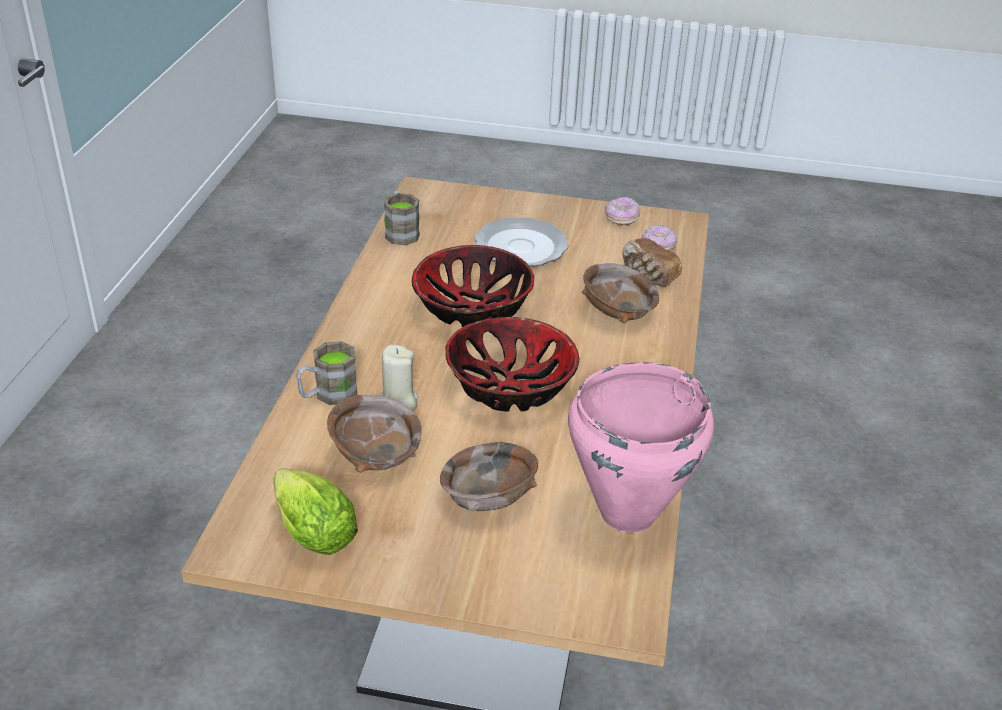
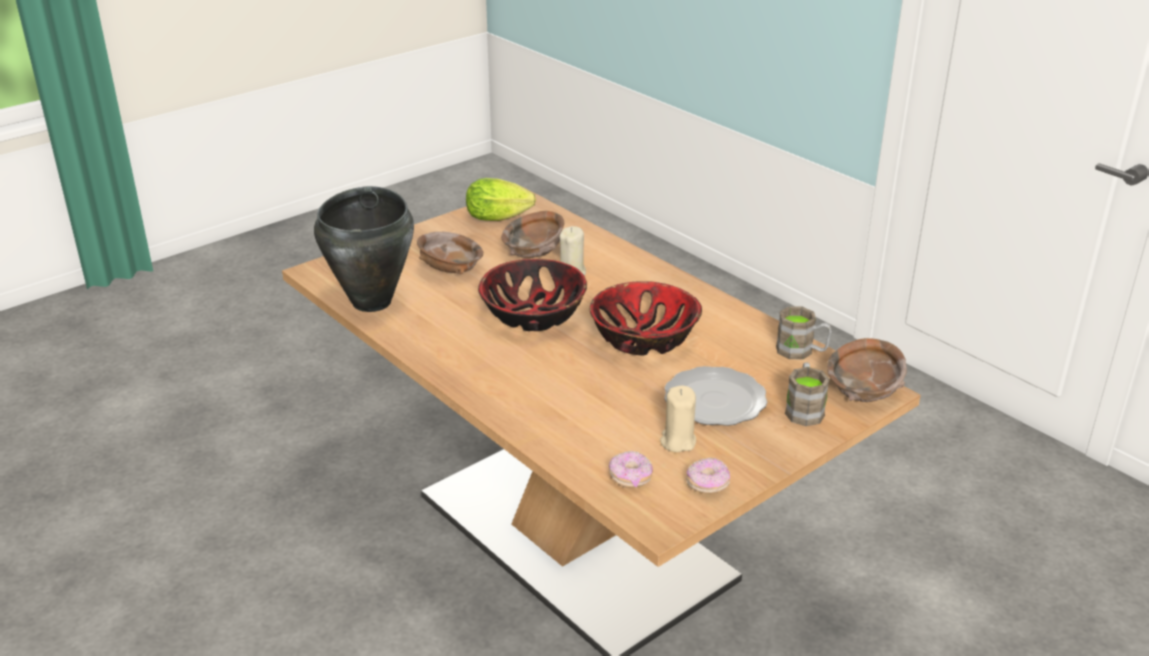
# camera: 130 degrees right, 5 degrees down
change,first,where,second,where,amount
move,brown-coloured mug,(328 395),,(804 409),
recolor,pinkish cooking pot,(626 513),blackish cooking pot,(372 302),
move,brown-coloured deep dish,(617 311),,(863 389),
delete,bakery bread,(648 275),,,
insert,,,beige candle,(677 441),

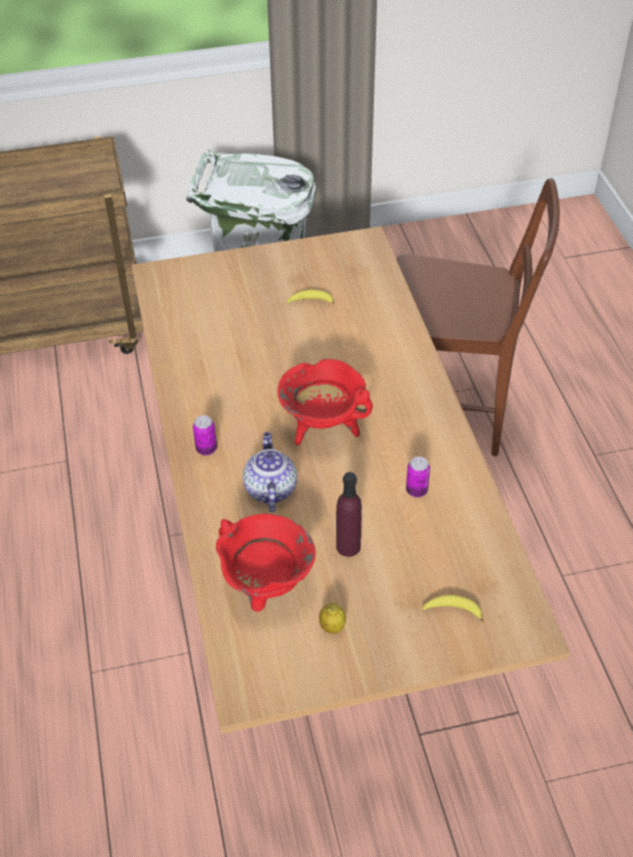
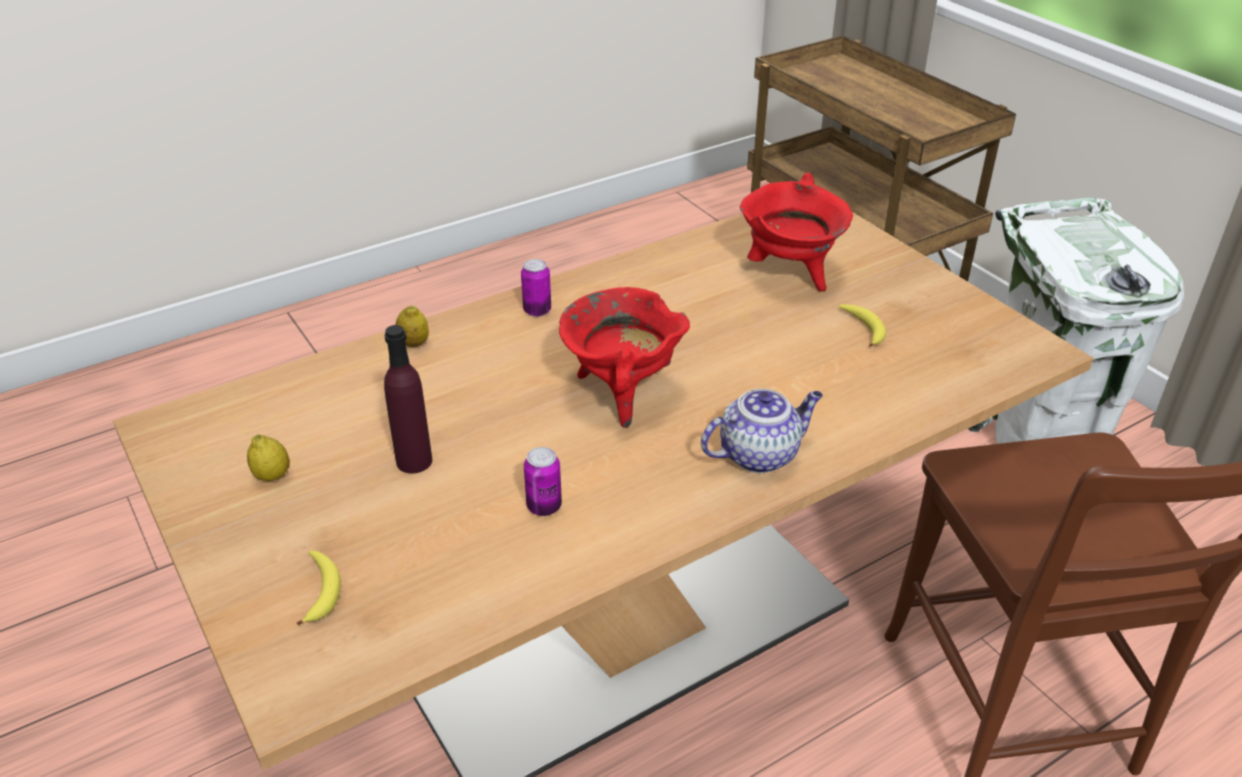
# camera: 70 degrees right, 10 degrees down
change,first,where,second,where,amount
move,red cooking pot,(266 588),,(791 273),
move,tea pot,(270 489),,(759 454),
insert,,,citrus fruit,(413 344),

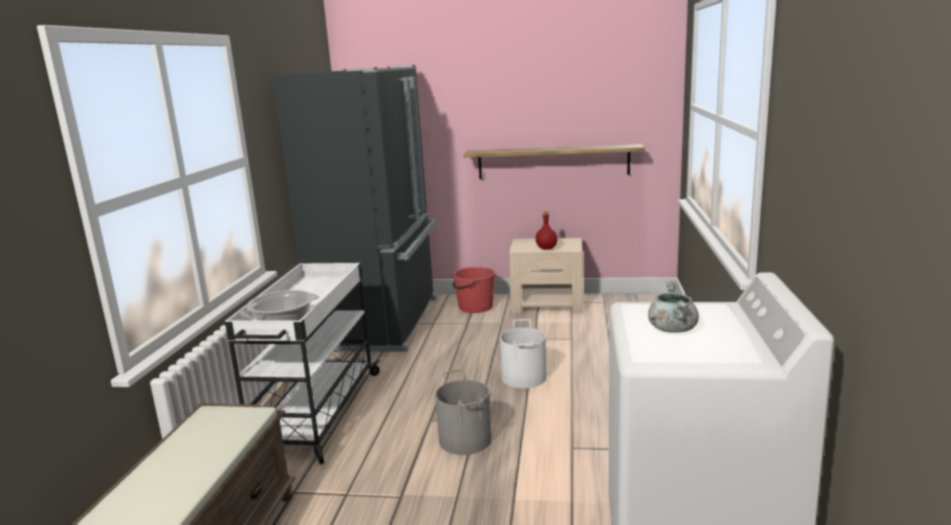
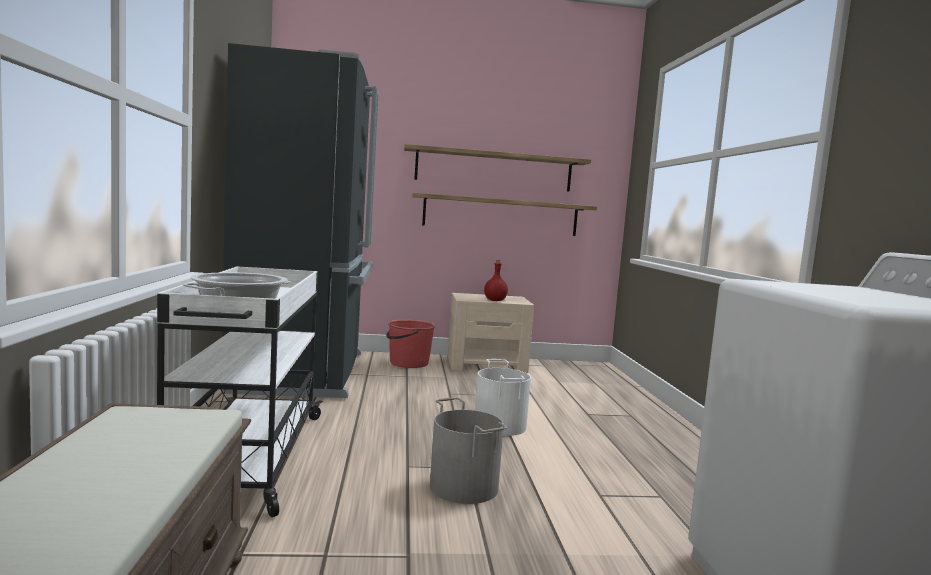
# camera: 15 degrees left, 10 degrees down
change,first,where,second,where,amount
delete,gray cooking pot,(672 329),,,
insert,,,bracket shelf,(494 170),

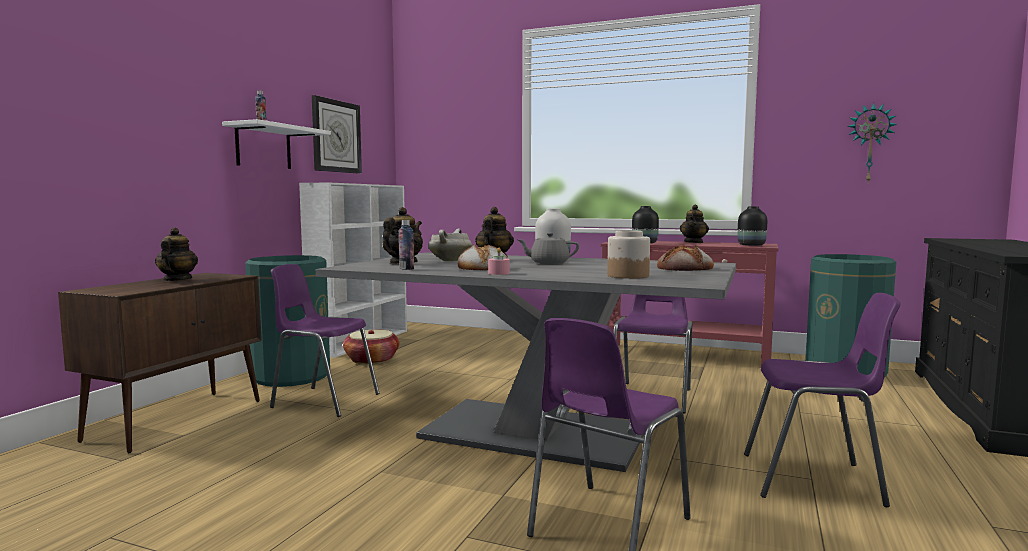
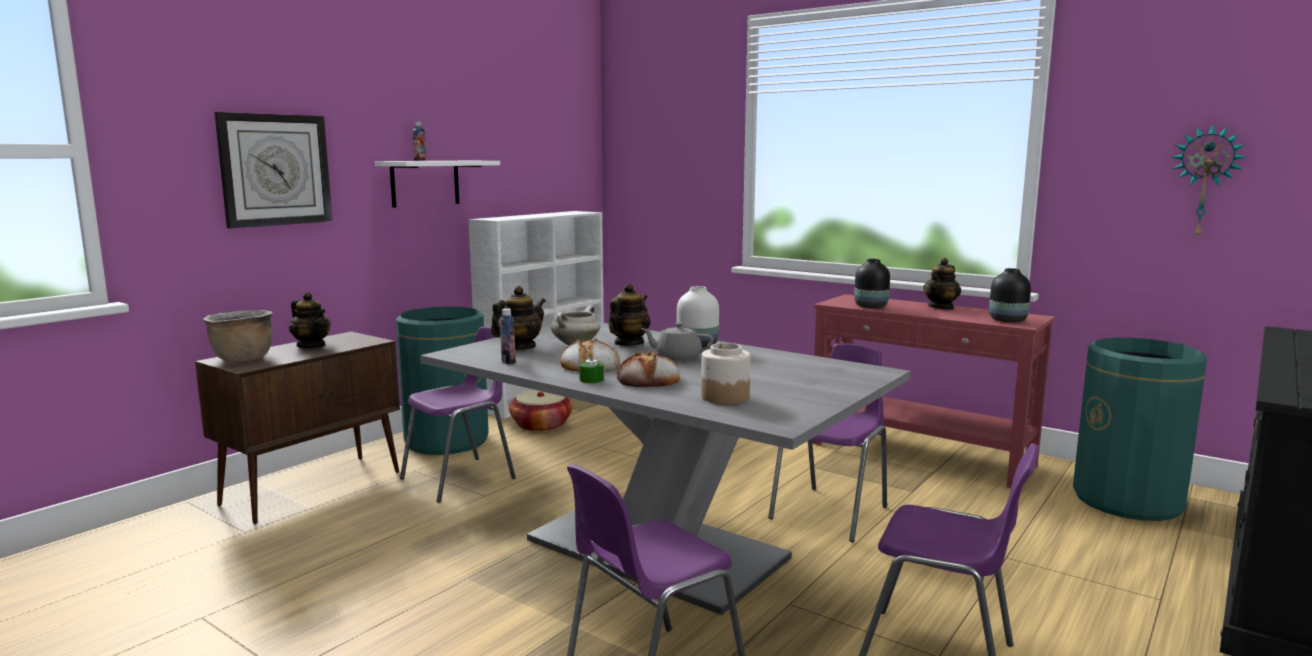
# camera: 15 degrees right, 5 degrees up
change,first,where,second,where,amount
rotate,tea pot,(177 280),,(312 346),120 degrees clockwise
rotate,purple-coloured upright chair,(323 401),,(461 478),105 degrees clockwise
move,wall clock,(336 136),,(275 170),
recolor,pinkish candle,(499 273),greenish candle,(591 379),
move,bakery bread,(685 268),,(649 379),
insert,,,brown-coloured cooking pot,(242 359),

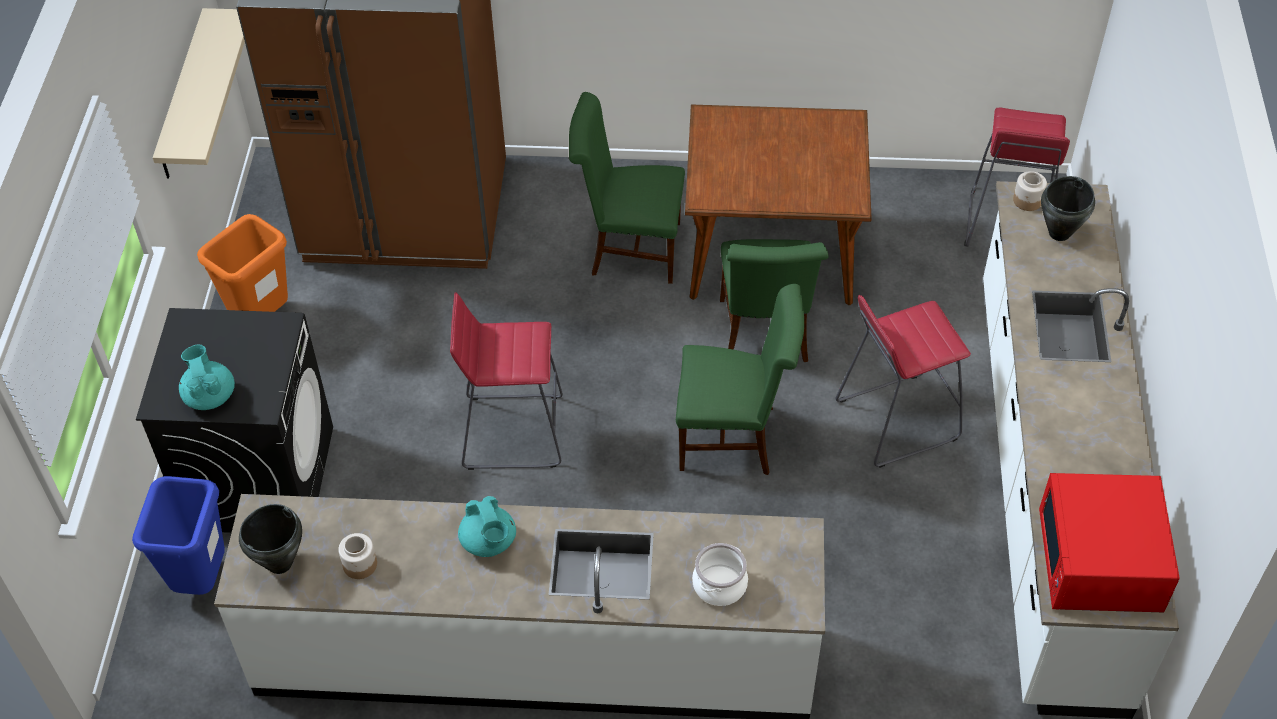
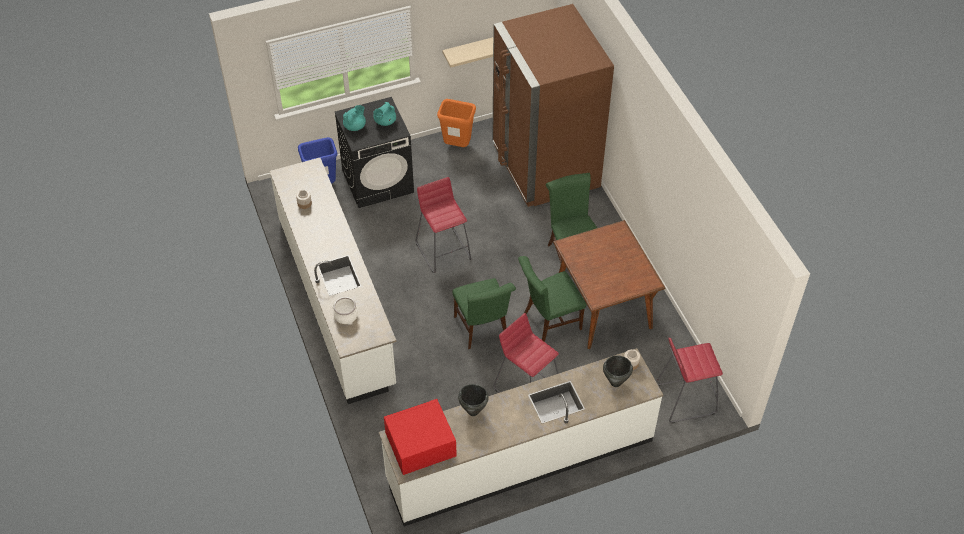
# camera: 65 degrees right, 0 degrees up
change,first,where,second,where,amount
move,blackish cooking pot,(279 563),,(473 411),
move,turquoise tea pot,(489 542),,(384 122),

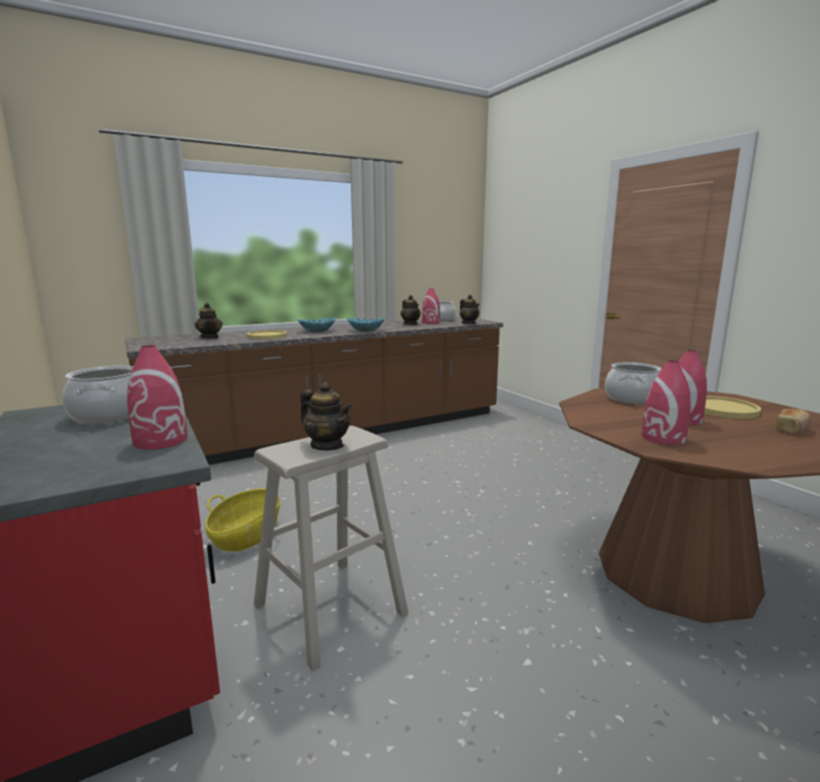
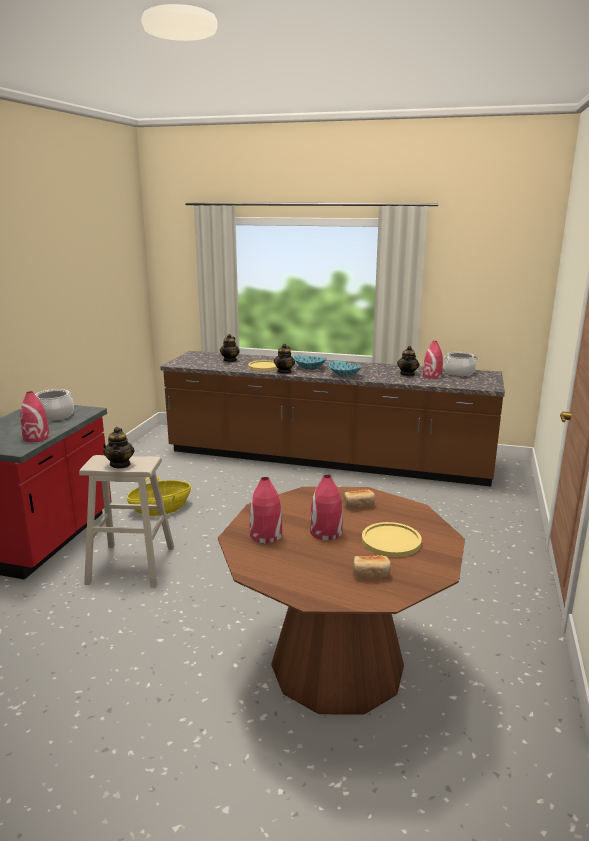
# camera: 45 degrees right, 5 degrees up
change,first,where,second,where,amount
move,tea pot,(469 323),,(284 372),
replace,cooking pot,(632 399),bakery bread,(359 505),

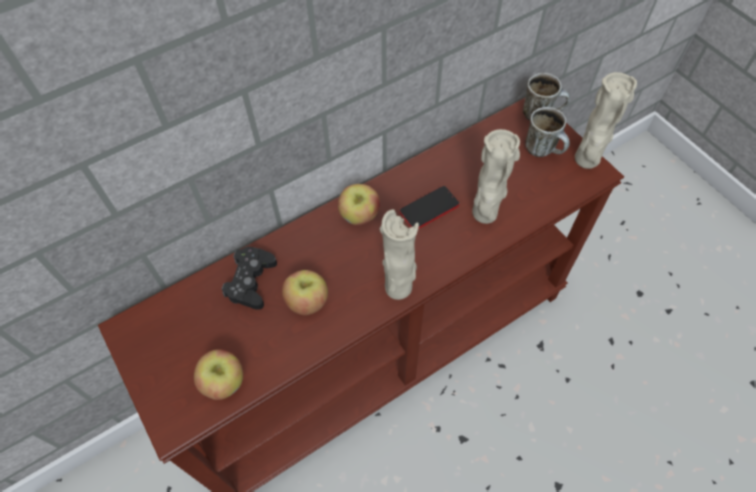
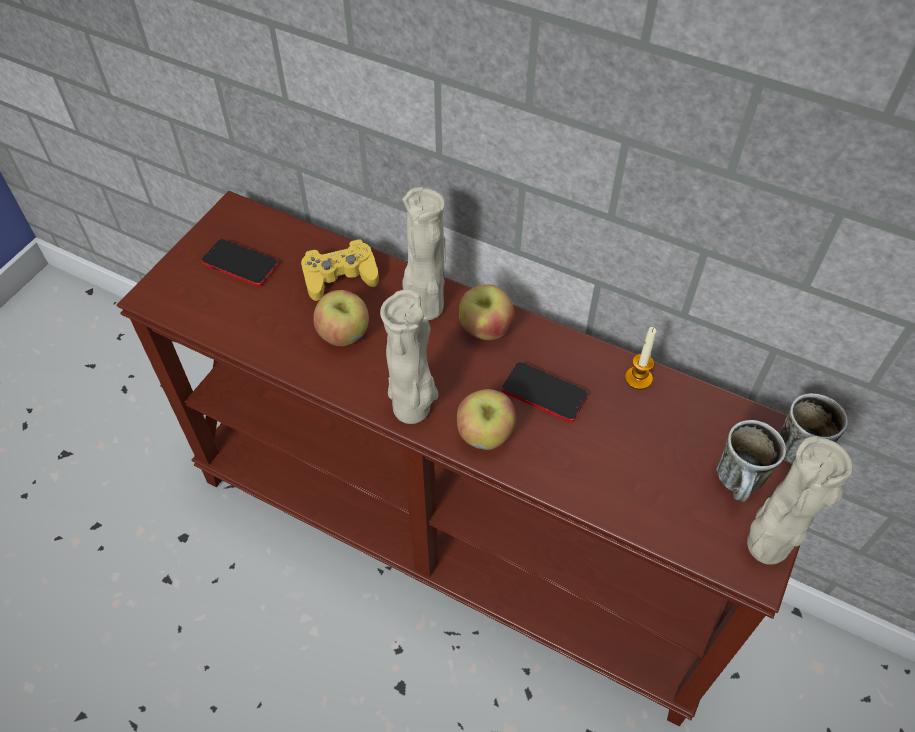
# camera: 60 degrees right, 5 degrees down
change,first,where,second,where,amount
move,whole apple,(224 382),,(485 435),
recolor,blackish gamepad,(251 281),yellow-coloured gamepad,(340 276),
move,beige decorative vase,(485 215),,(425 309),
insert,,,telephone,(240 264),
insert,,,candle,(638 378),

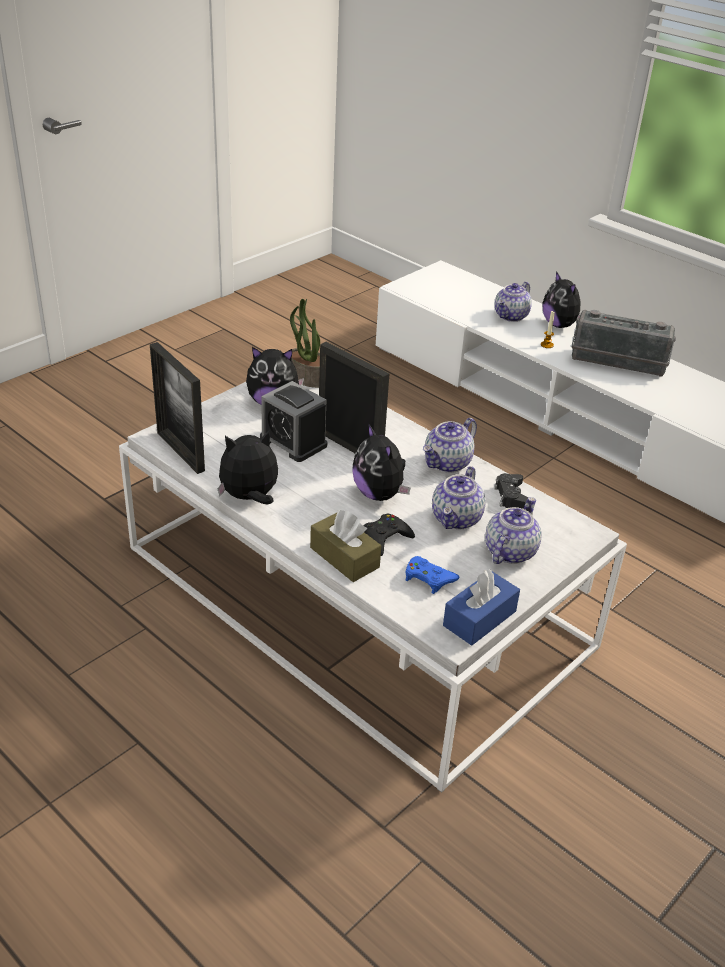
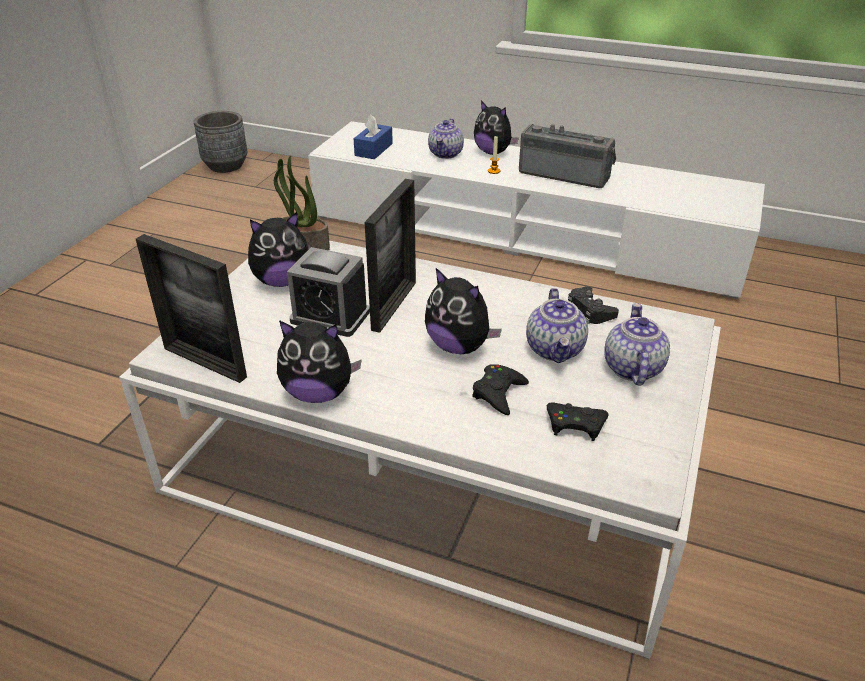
# camera: 20 degrees left, 0 degrees up
change,first,where,second,where,amount
rotate,plush toy,(249 498),,(318 393),135 degrees counterclockwise
delete,brown-coloured tissue holder,(344 557),,,
rotate,standing frame,(349 447),,(394 305),90 degrees clockwise
recolor,blue gamepad,(429 578),blackish gamepad,(575 424),
delete,tea pot,(447 463),,,
move,blue tissue holder,(479 618),,(373 149),
rotate,radio,(617 365),,(565 174),150 degrees counterclockwise
insert,,,gray plant pot,(226 166),

